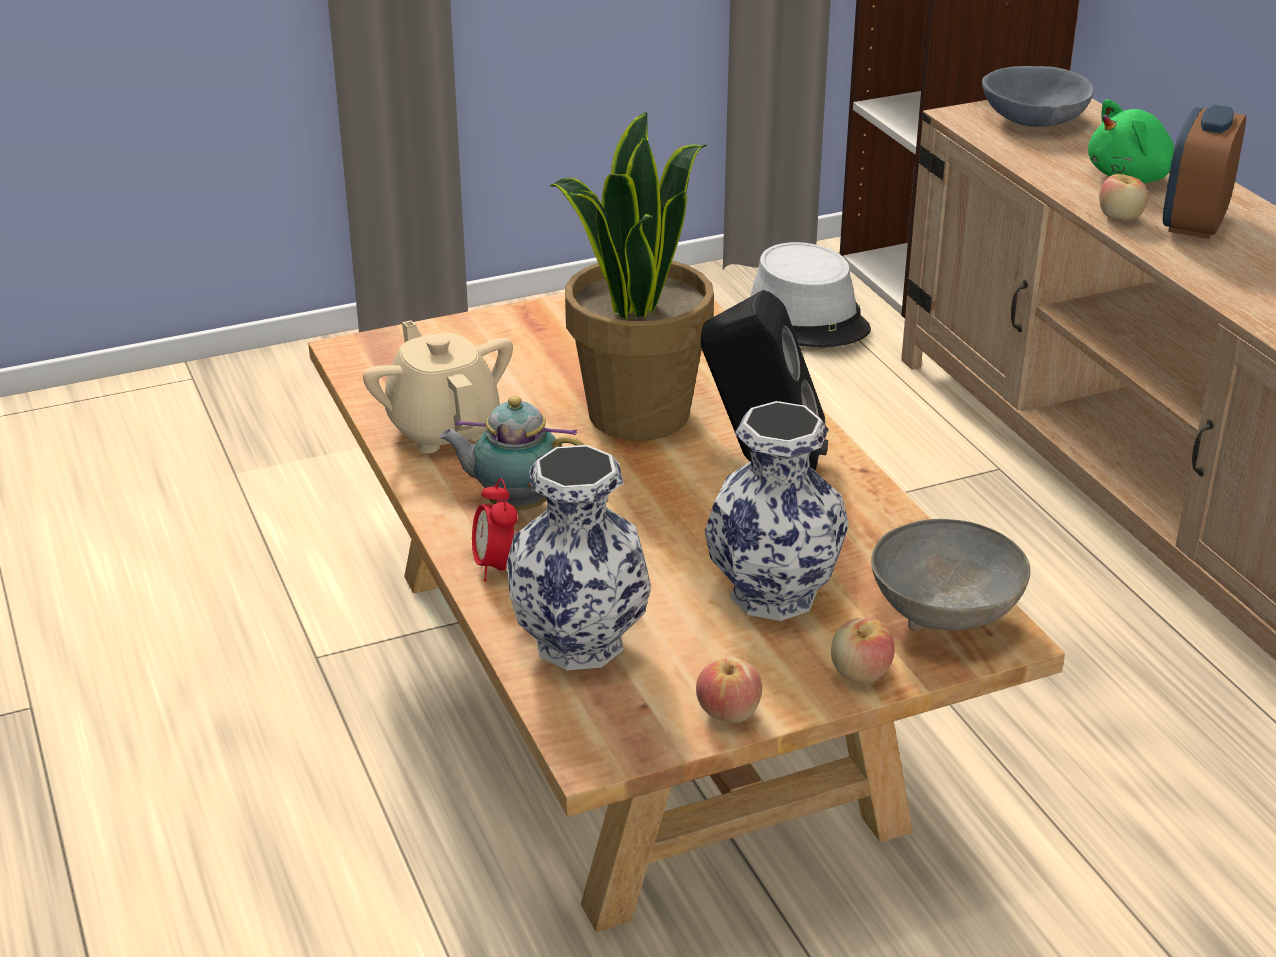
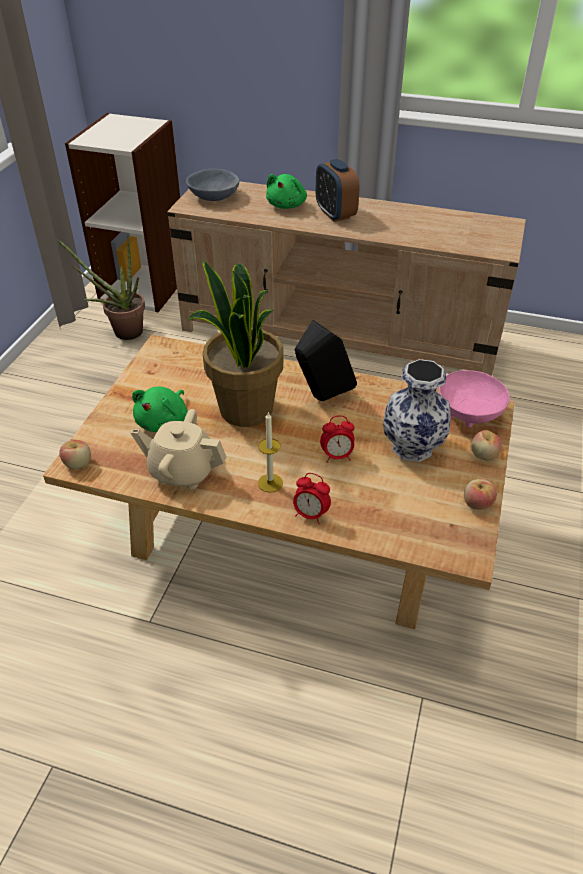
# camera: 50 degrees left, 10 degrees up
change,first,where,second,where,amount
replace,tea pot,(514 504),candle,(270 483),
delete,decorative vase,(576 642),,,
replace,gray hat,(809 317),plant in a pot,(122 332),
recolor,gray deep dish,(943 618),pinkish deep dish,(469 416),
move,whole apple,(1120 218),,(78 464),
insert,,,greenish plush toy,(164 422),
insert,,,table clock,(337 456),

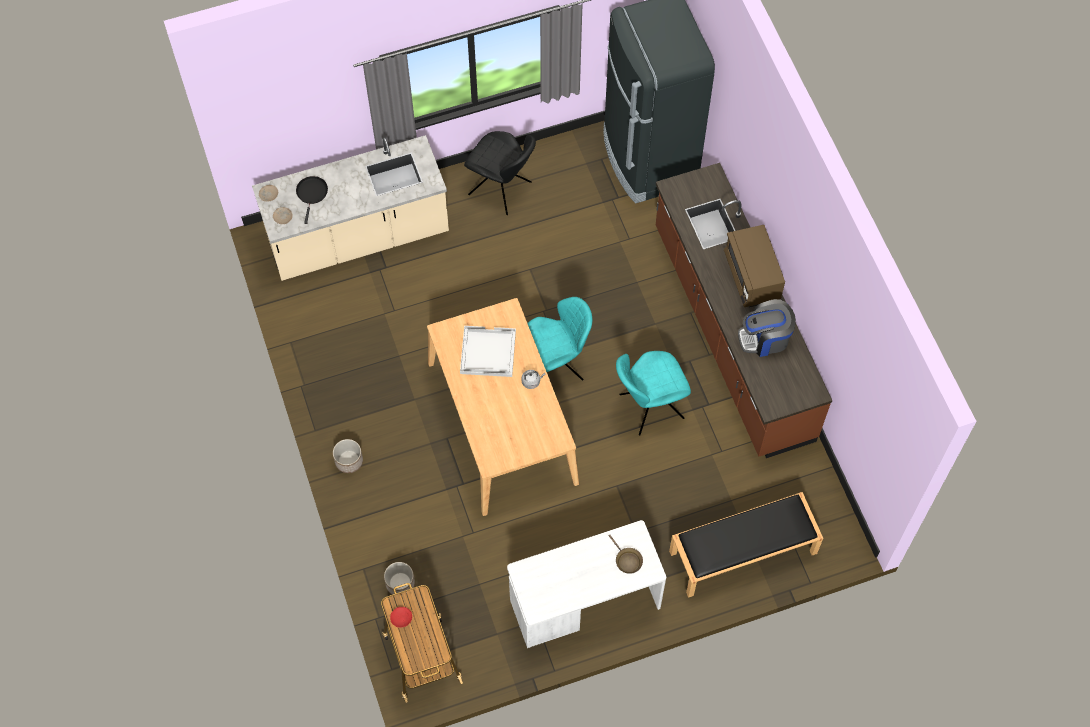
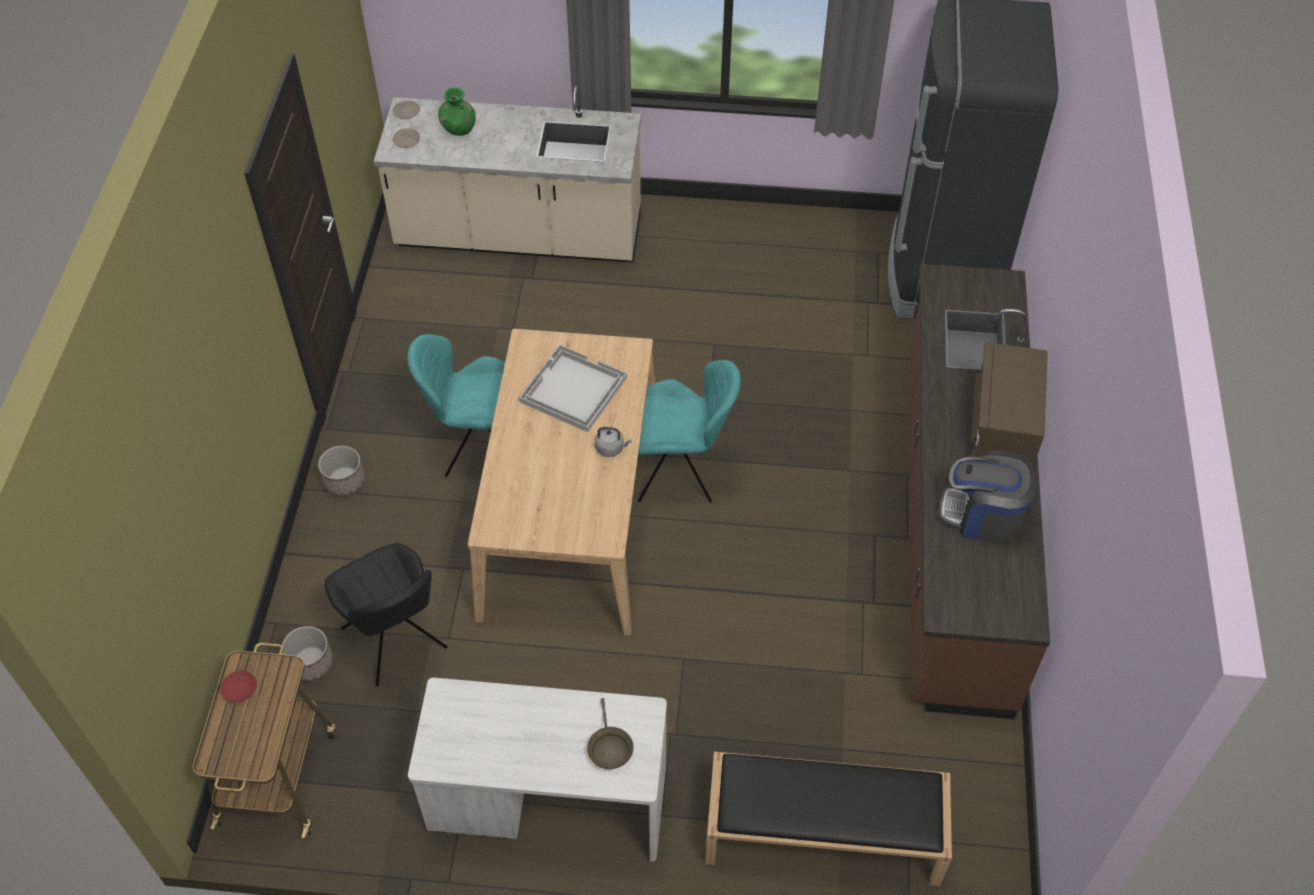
# camera: 25 degrees right, 10 degrees down
change,first,where,second,where,amount
replace,blackish pan,(312 194),greenish decorative vase,(459 129),
move,blackish upright chair,(502 189),,(396 641),
move,turquoise upright chair,(649 407),,(481 448),

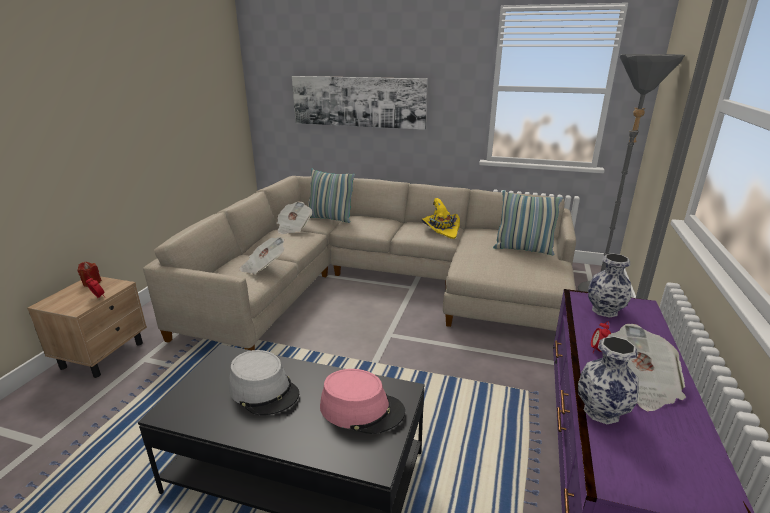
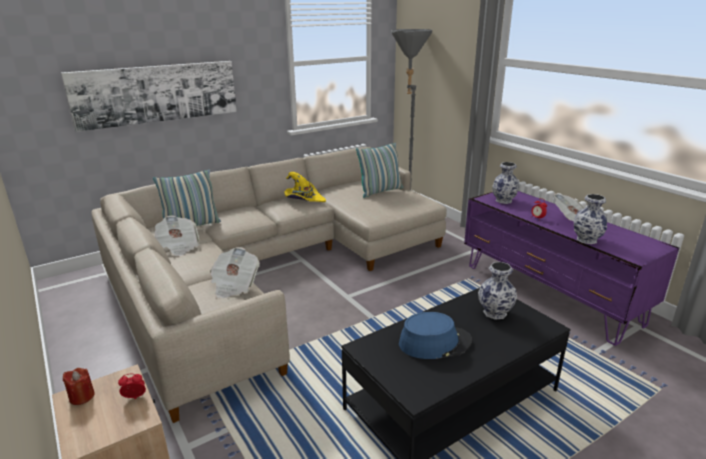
# camera: 50 degrees left, 0 degrees up
change,first,where,second,where,amount
recolor,gray hat,(264 390),blue hat,(434 342),
replace,pinkish hat,(362 409),decorative vase,(494 312),

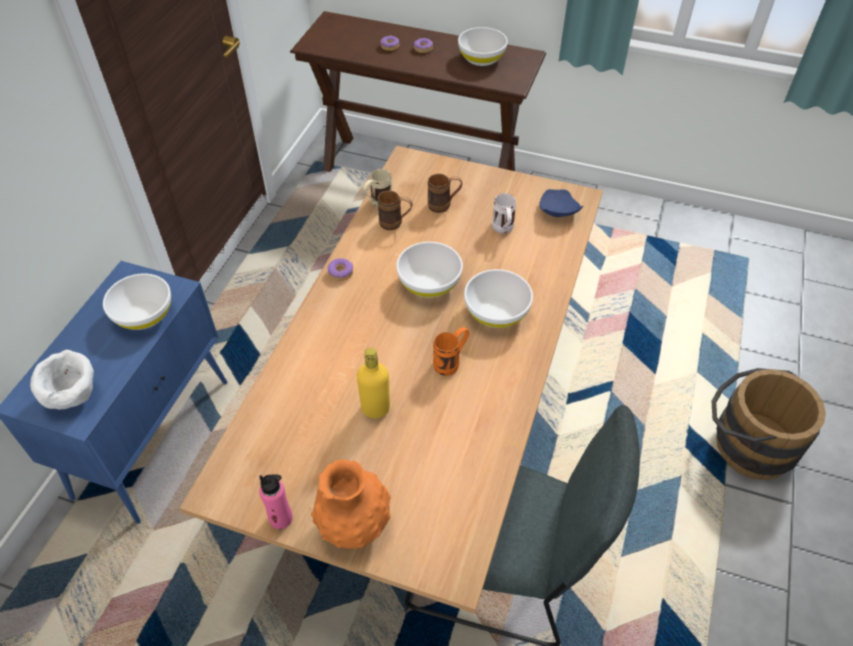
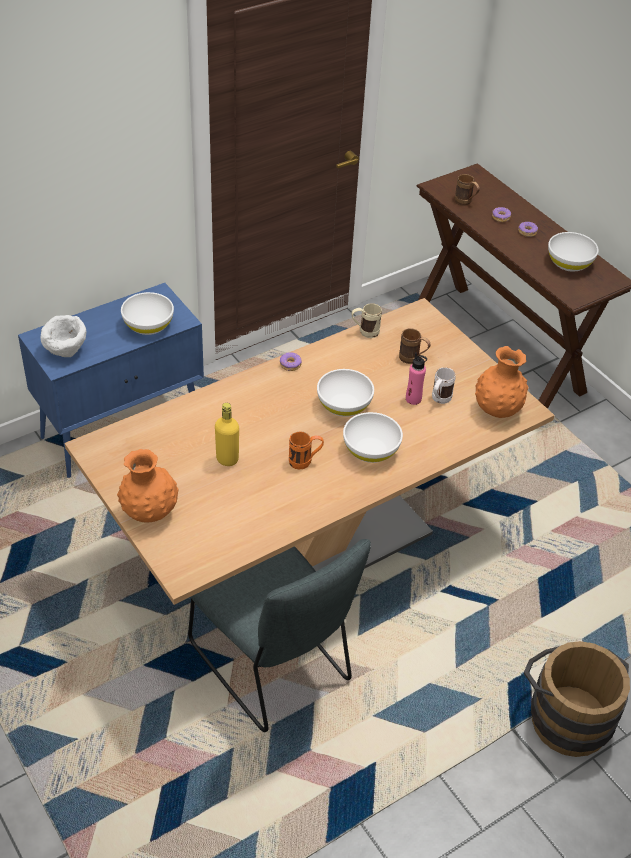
# camera: 35 degrees right, 5 degrees down
change,first,where,second,where,amount
move,pinkish bottle,(281 518),,(413 399),
move,brown-coloured mug,(395 224),,(465 203),
replace,blue plate,(557 211),orange decorative vase,(497 410),

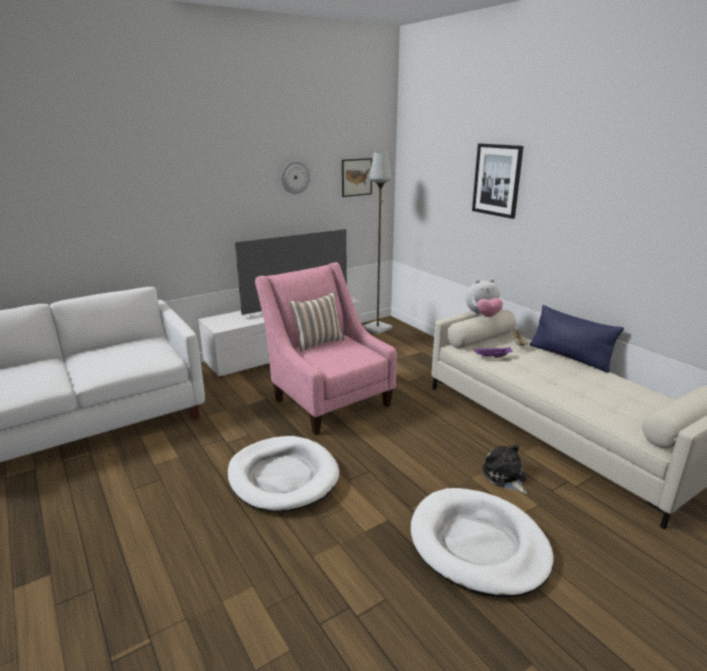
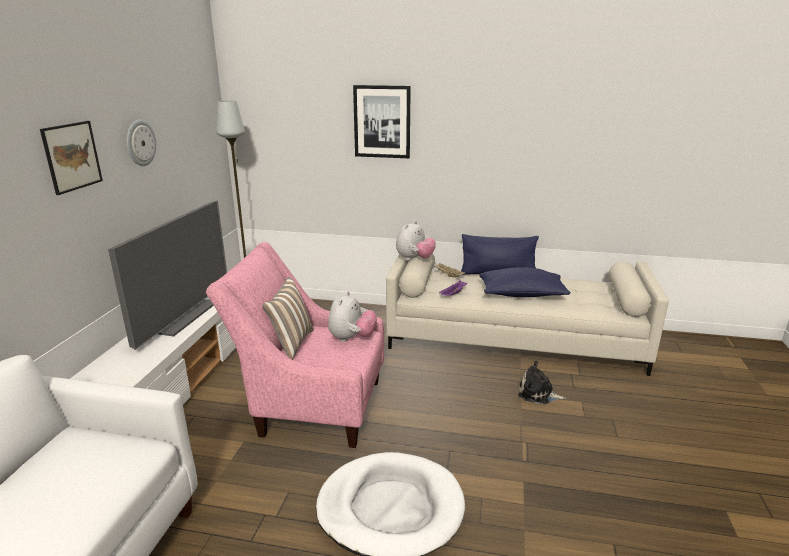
# camera: 45 degrees left, 0 degrees up
change,first,where,second,where,amount
move,wall picture,(356 177),,(72 156),
delete,whitish pet bed,(478 545),,,
insert,,,plush toy,(351 338),
insert,,,blue pillow,(522 295),

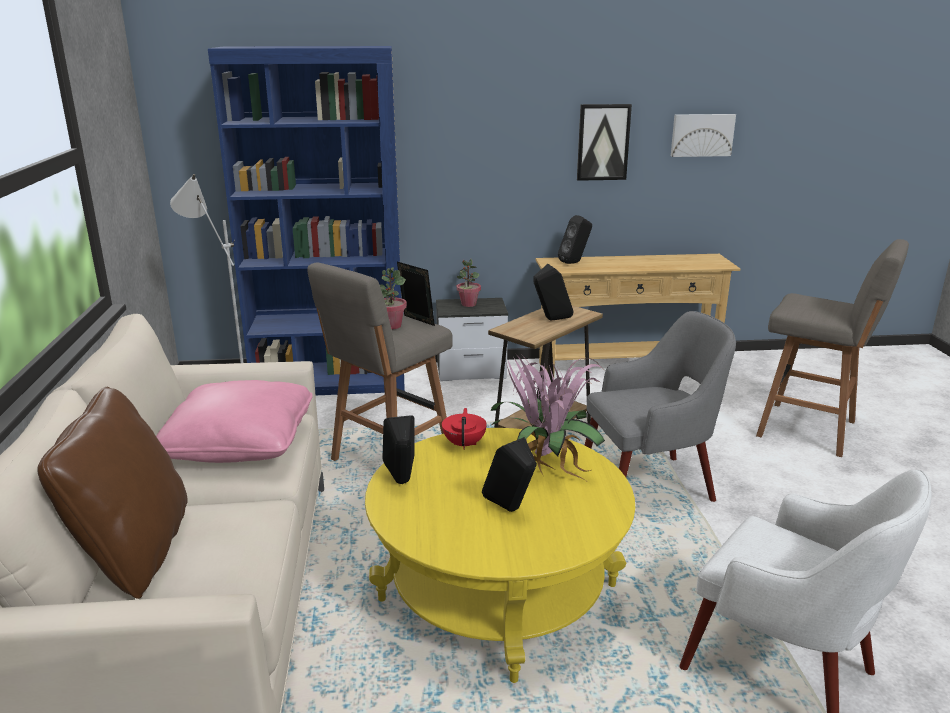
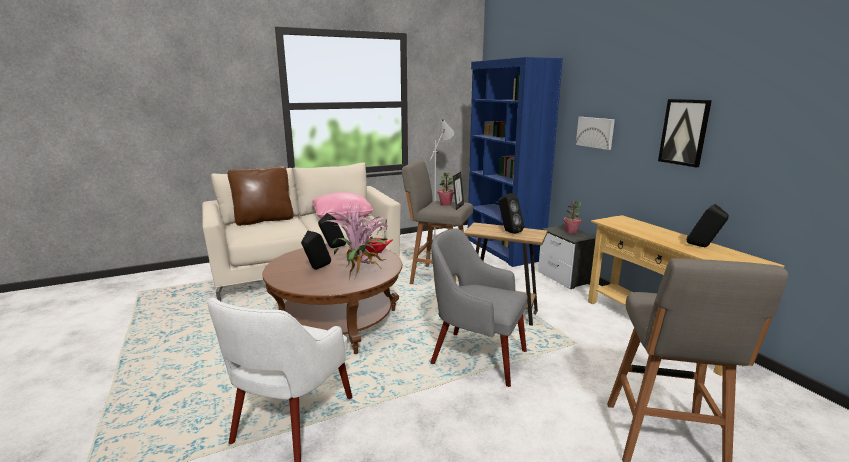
# camera: 70 degrees right, 5 degrees down
change,first,where,second,where,amount
recolor,yellow-coloured low table,(497 593),brown-coloured low table,(338 323),
move,blackish speaker,(575 262),,(703 247),
rotate,gray armchair,(649 485),,(476 356),150 degrees clockwise
move,wall picture,(701 135),,(595 132),

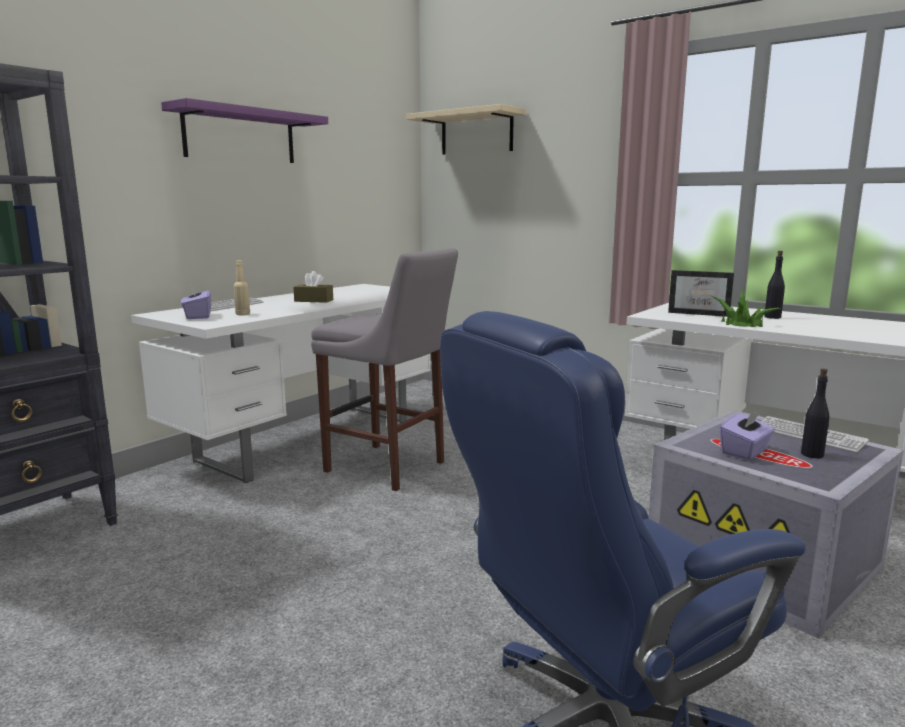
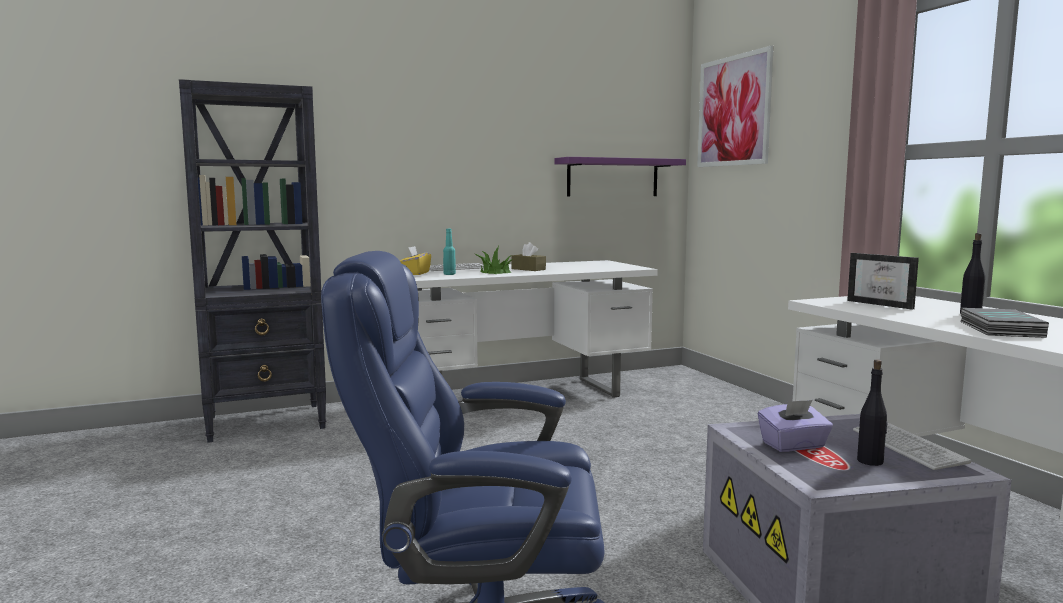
# camera: 30 degrees right, 5 degrees down
change,first,where,second,where,amount
move,purple-coloured bracket shelf,(240 136),,(612 177),
recolor,purple-coloured tissue holder,(197 316),yellow-coloured tissue holder,(415 273),
recolor,beige bottle,(243 314),turquoise bottle,(449 274),
delete,gray stool,(389 468),,,
replace,beige bracket shelf,(476 133),wall picture,(733 111),
move,plant in a pot,(742 323),,(495 272),
insert,,,book,(998 329),

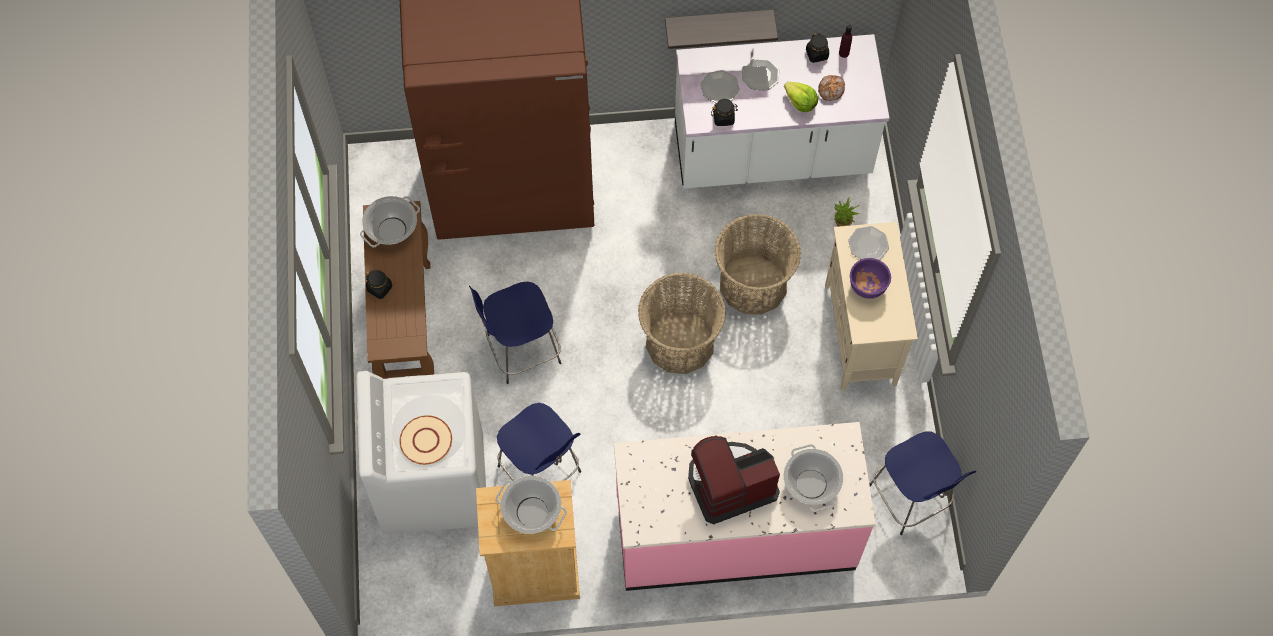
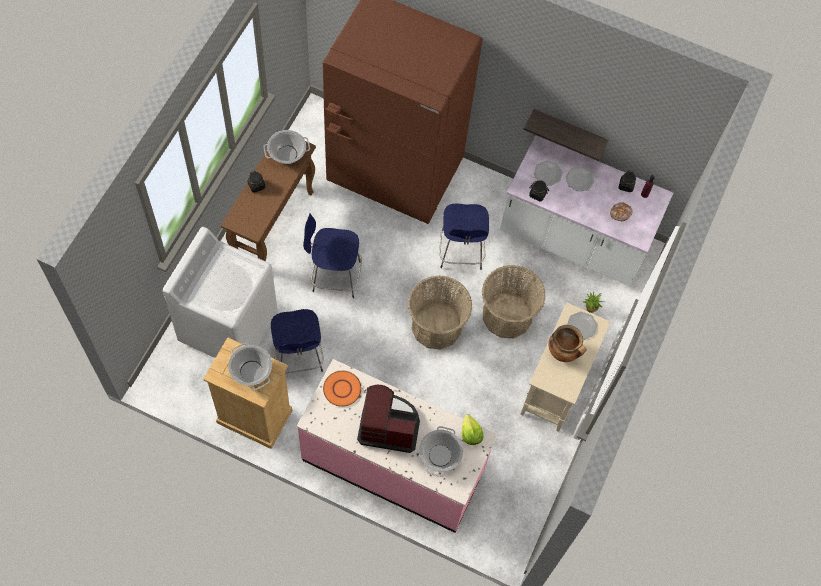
# camera: 25 degrees right, 0 degrees up
change,first,where,second,where,amount
delete,beige plate,(425 441),,,
move,lettuce head,(800 102),,(470 434),
replace,purple-coloured deep dish,(867 286),cooking pot,(563 352),
move,blue stool,(911 499),,(460 252),
insert,,,orange plate,(342 388),

